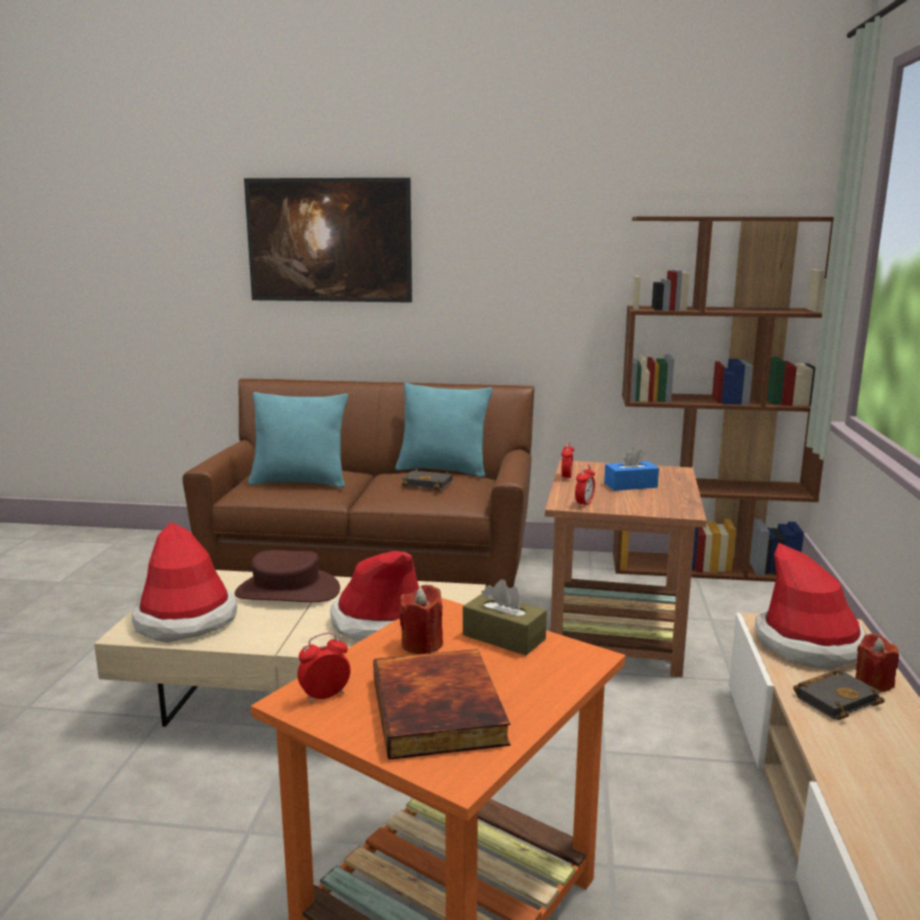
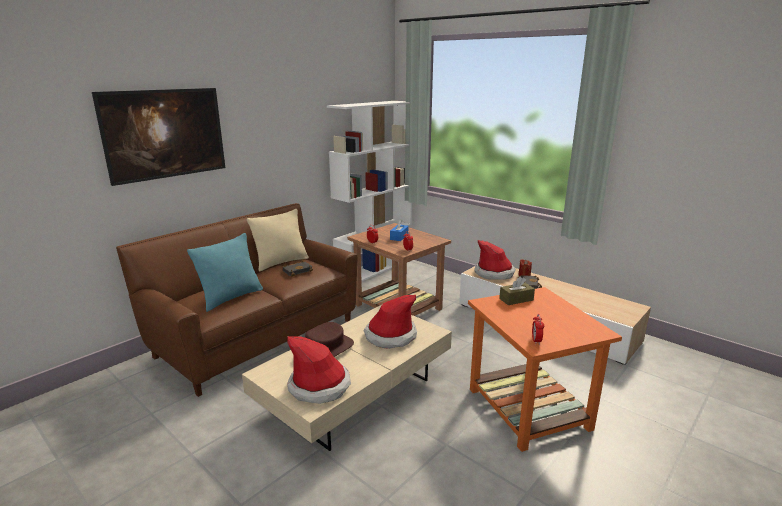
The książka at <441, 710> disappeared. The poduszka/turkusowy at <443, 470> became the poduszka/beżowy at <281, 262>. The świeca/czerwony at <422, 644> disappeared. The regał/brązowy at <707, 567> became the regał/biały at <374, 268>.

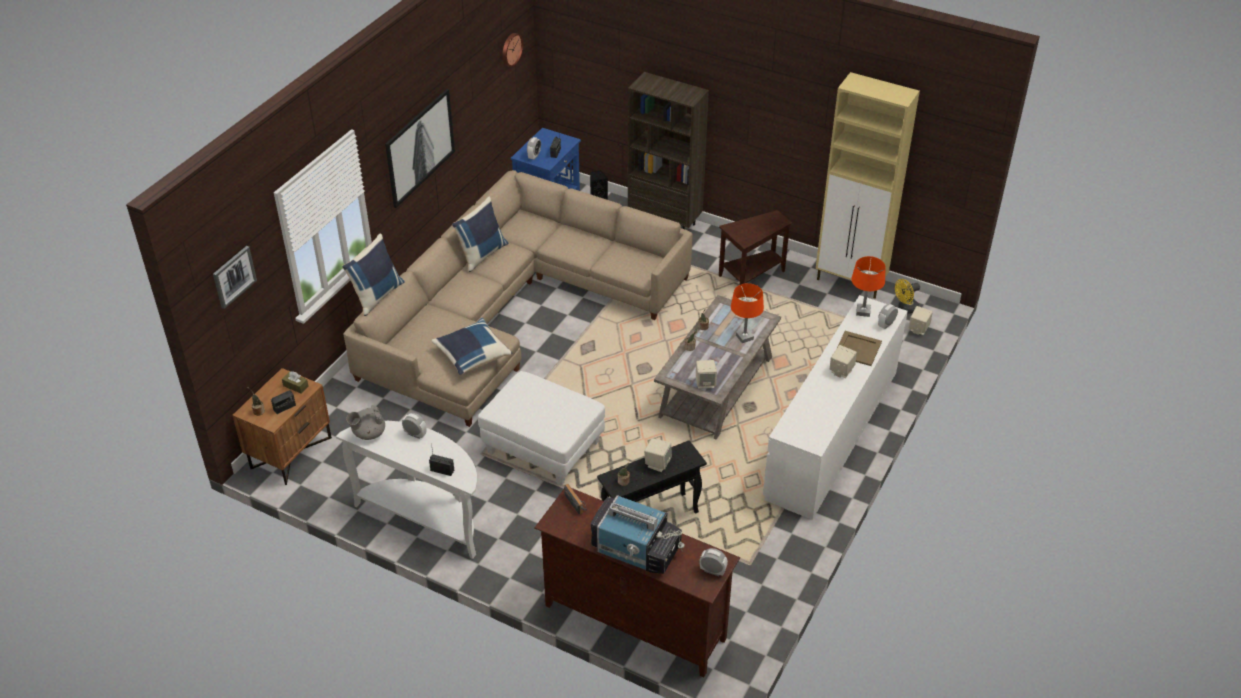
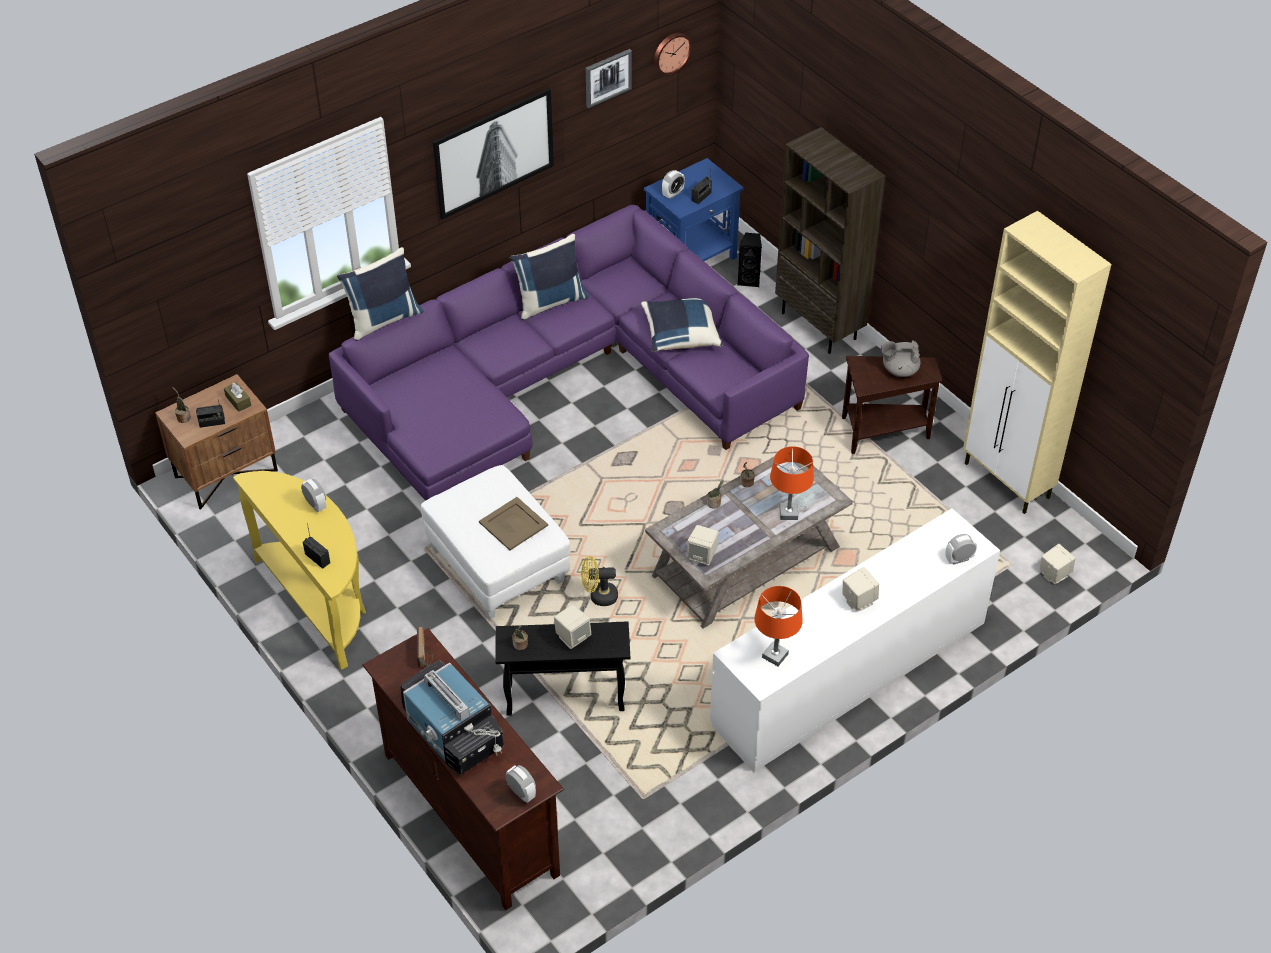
The obraz moved from <234, 276> to <607, 77>. The stolik konsolowy/biały at <425, 518> became the stolik konsolowy/żółty at <319, 602>. The kanapa/beżowy at <511, 309> became the kanapa/fioletowy at <566, 380>. The imbryk/szary moved from <368, 433> to <899, 370>. The poduszka/niebieski moved from <472, 356> to <681, 334>. The taca/beżowy moved from <857, 349> to <512, 524>. The lampa stołowa/pomarańczowy moved from <863, 311> to <774, 655>. The wentylator/żółty moved from <905, 308> to <599, 596>.

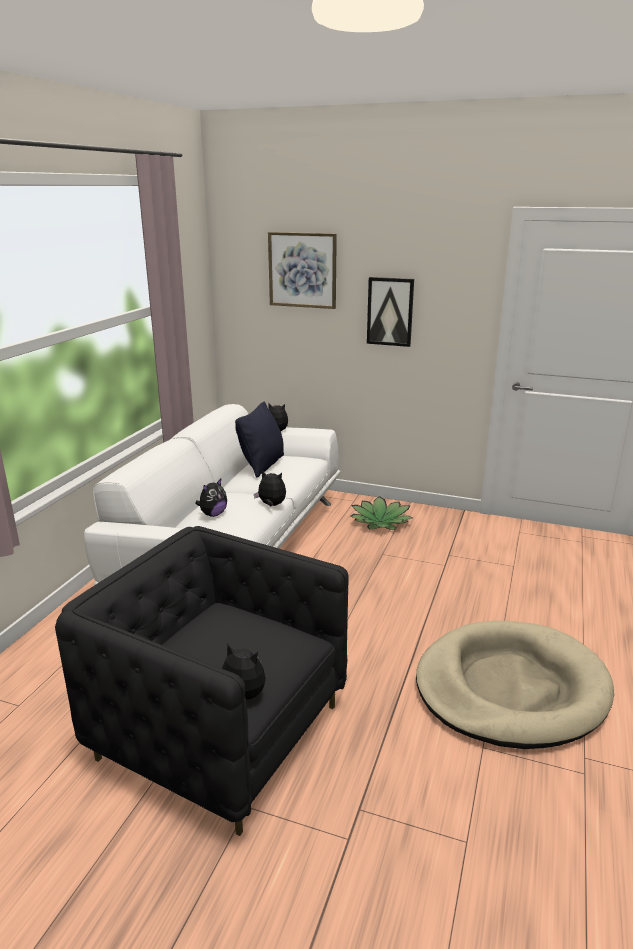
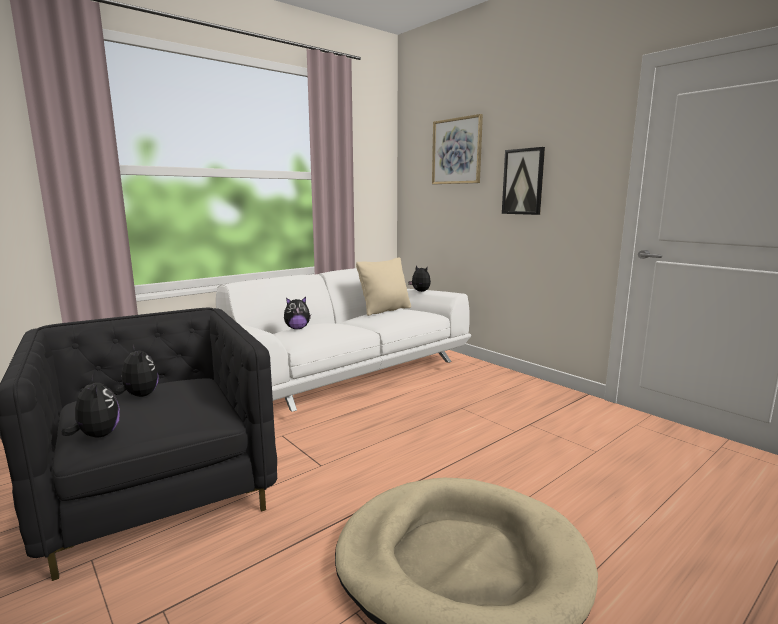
The poduszka/czarny at <262, 465> became the poduszka/beżowy at <385, 310>. The pluszak moved from <271, 505> to <139, 396>. The roślina doniczkowa at <381, 521> disappeared.

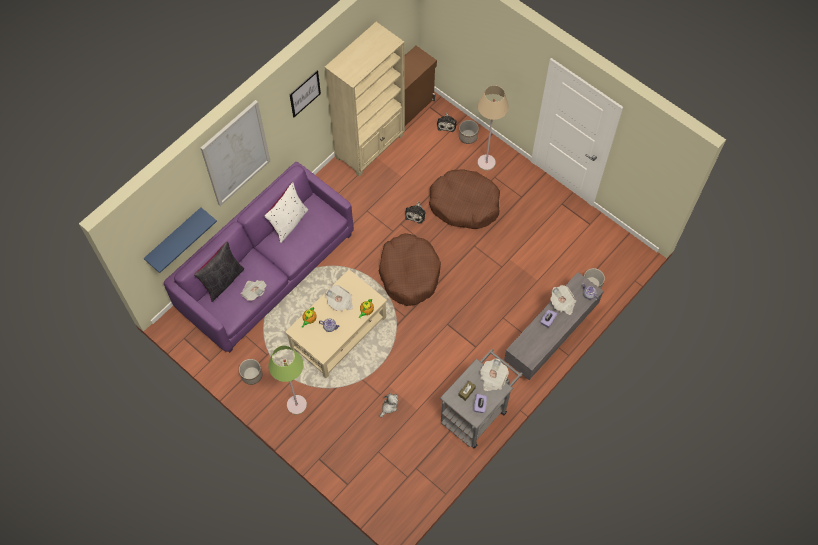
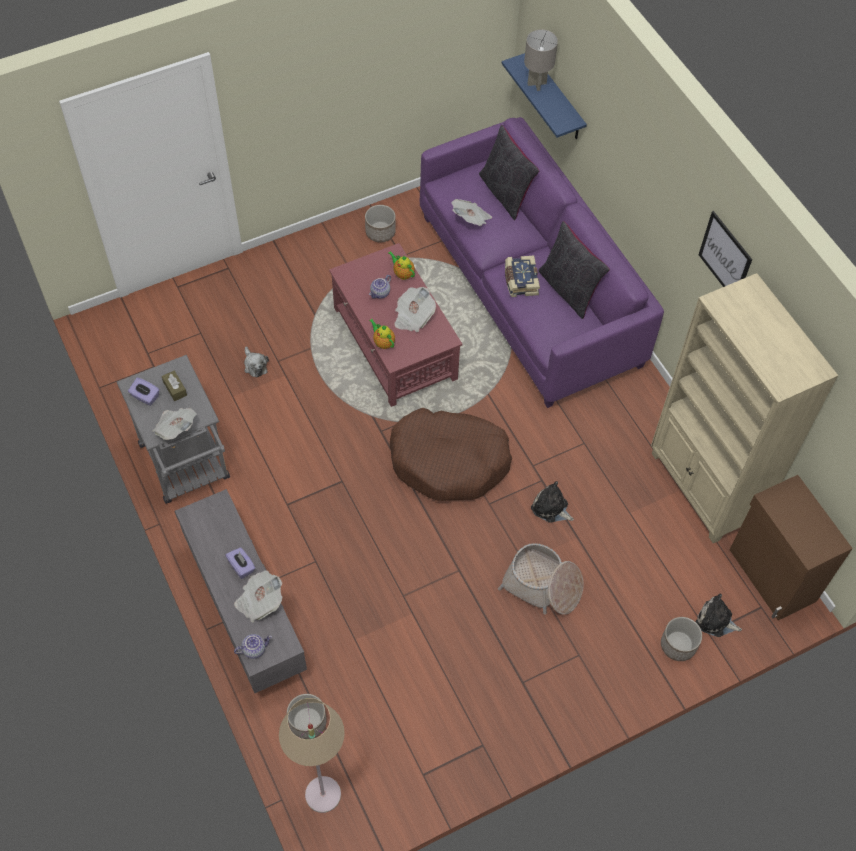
The obraz at <236, 153> disappeared. The poduszka/biały at <288, 222> became the poduszka/czarny at <569, 289>. The lampa stojąca/zielony at <296, 405> disappeared. The ława/beżowy at <339, 332> became the ława/czerwony at <394, 344>. The legowisko/brązowy at <464, 204> was replaced by the koszyk at <542, 586>. The lampa stojąca/beżowy moved from <486, 162> to <323, 794>. The książka at <520, 281> appeared. The lampa stołowa/szary at <536, 83> appeared.

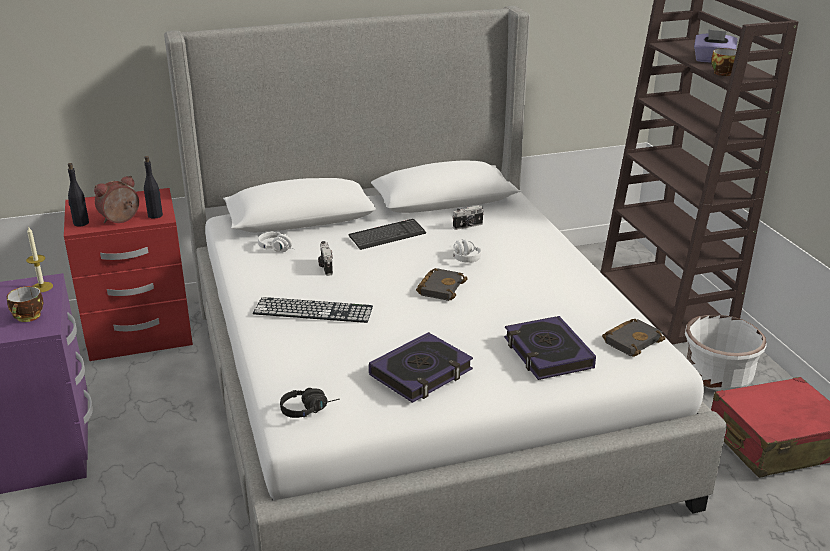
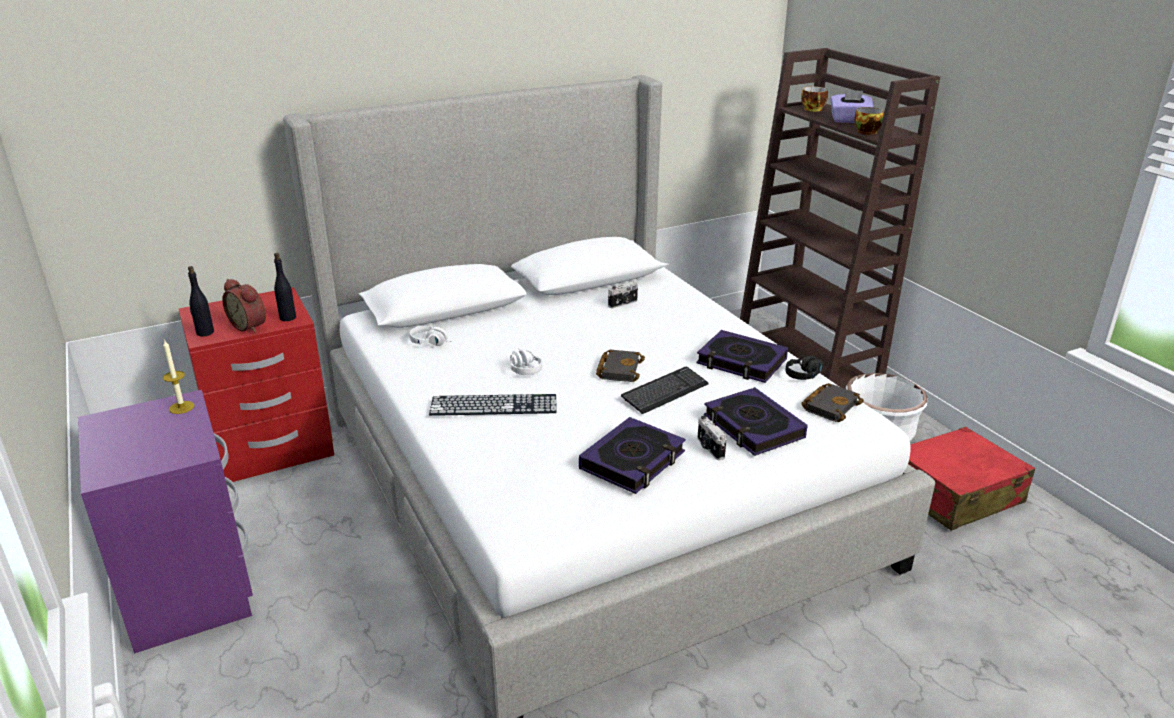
The filiżanka moved from <28, 317> to <814, 110>. The budzik at <121, 220> turned 90 degrees counterclockwise. The słuchawki/czarny moved from <309, 409> to <807, 374>. The aparat fotograficzny moved from <325, 267> to <709, 448>. The klawiatura moved from <387, 236> to <665, 392>. The słuchawki/biały moved from <464, 256> to <522, 367>. The książka at <741, 362> appeared.

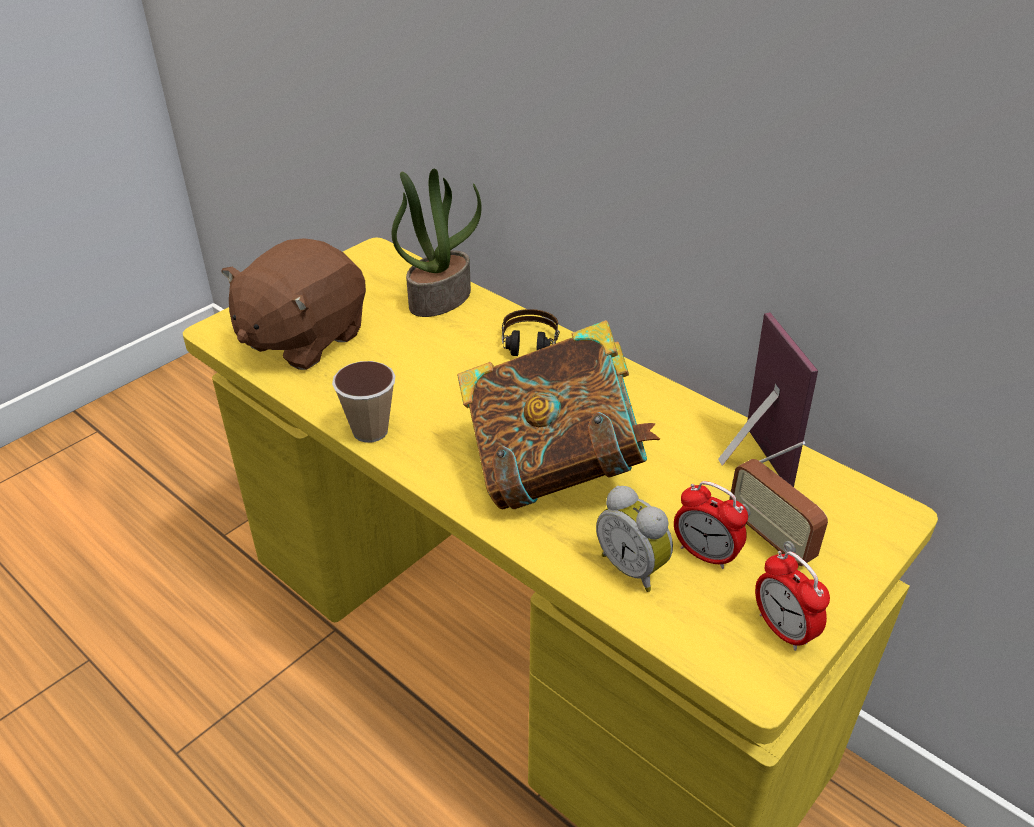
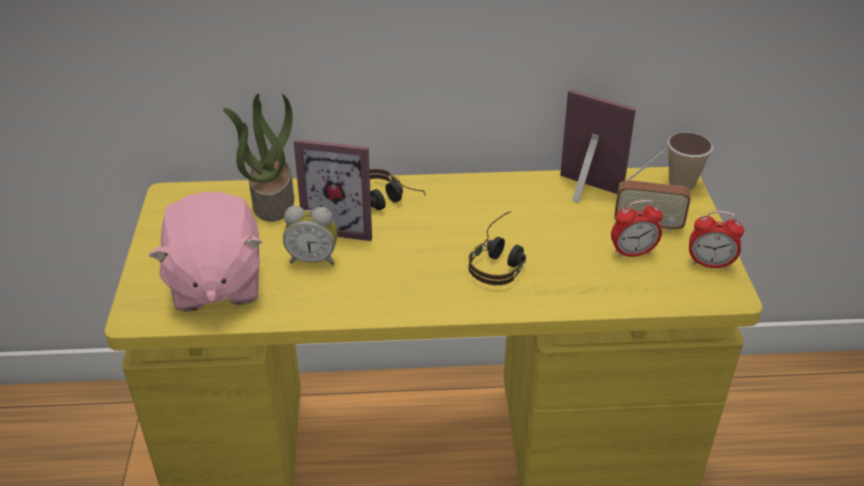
The pluszak/brązowy at <302, 338> became the pluszak/różowy at <215, 283>. The filiżanka moved from <370, 431> to <682, 183>. The książka at <554, 469> was replaced by the słuchawki at <501, 260>. The budzik moved from <633, 567> to <313, 259>. The ramka na zdjęcie at <342, 224> appeared.

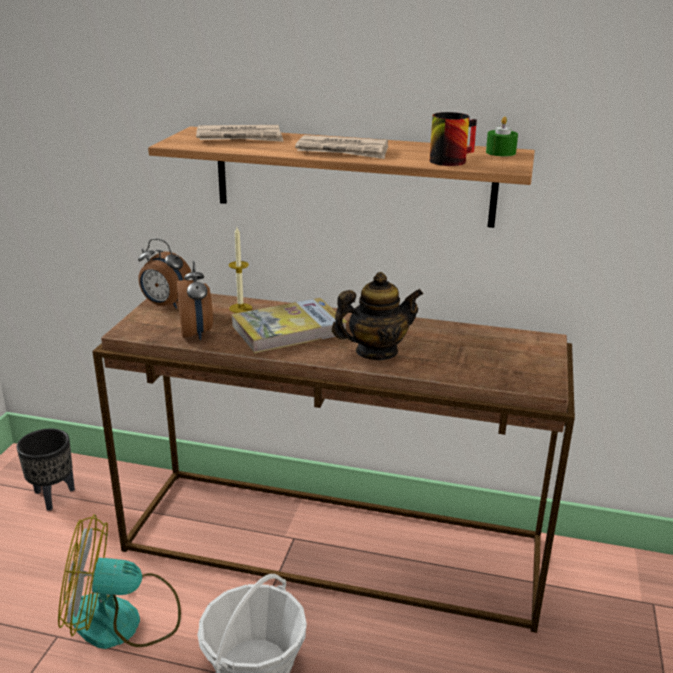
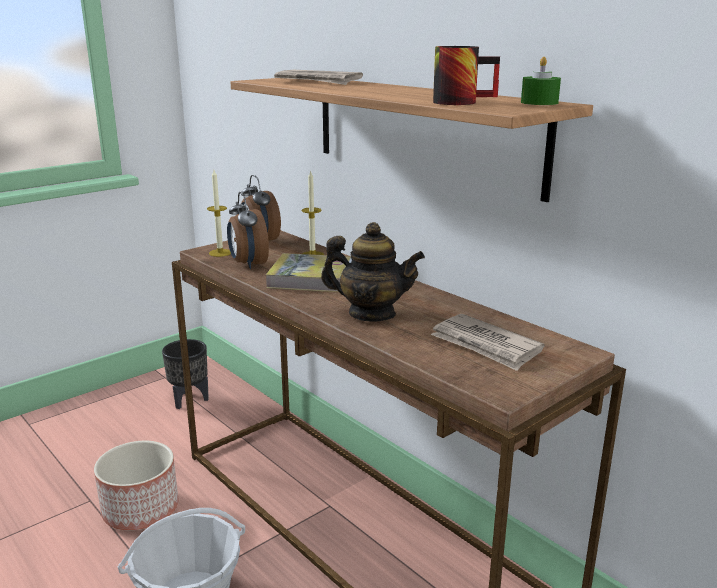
The wentylator at <123, 620> was replaced by the donica at <140, 510>. The budzik at <197, 333> turned 135 degrees clockwise. The gazeta moved from <343, 151> to <485, 345>. The świeca at <220, 253> appeared.

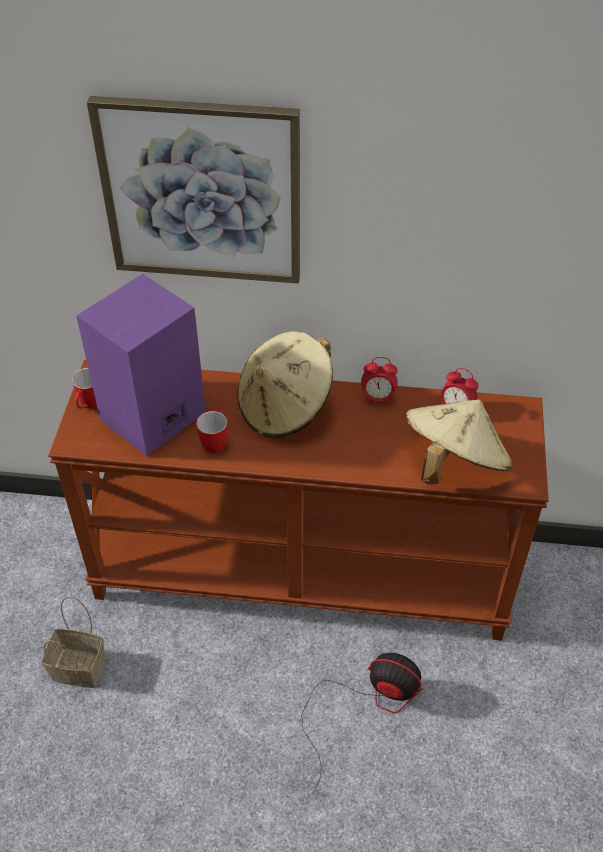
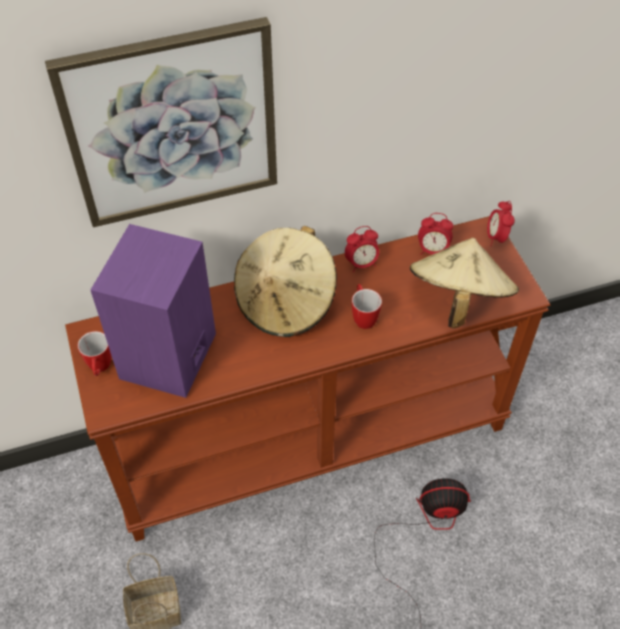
The kubek moved from <215, 441> to <363, 316>. The budzik at <496, 237> appeared.

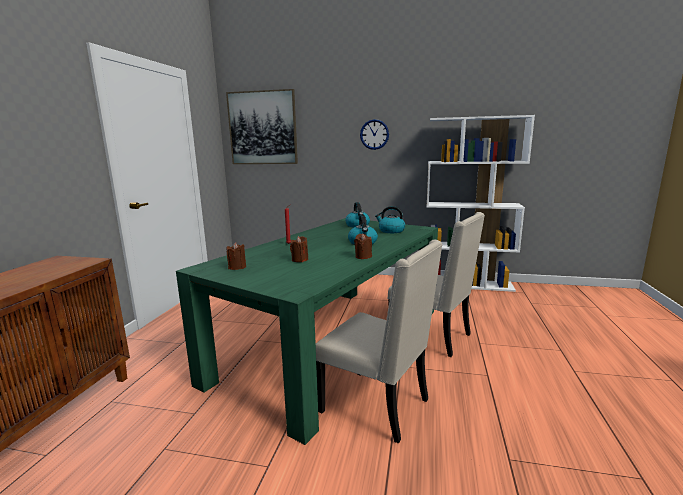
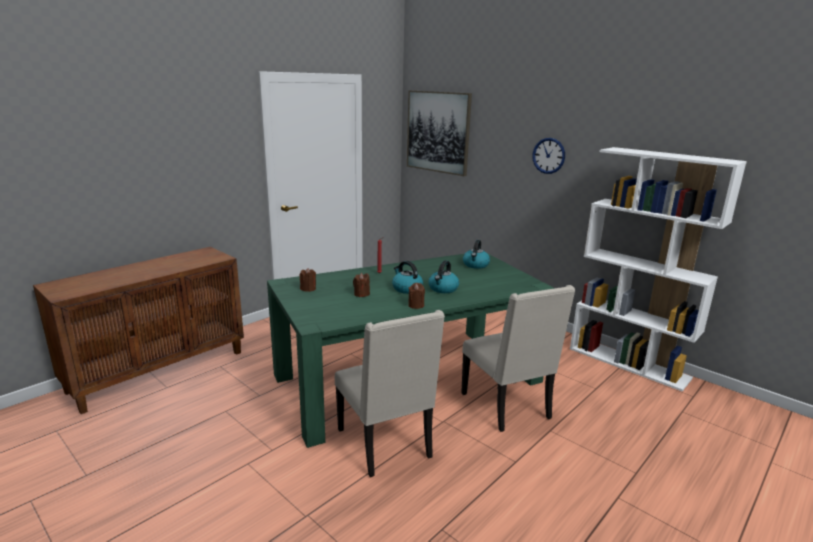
The czajnik moved from <391, 231> to <406, 288>.

